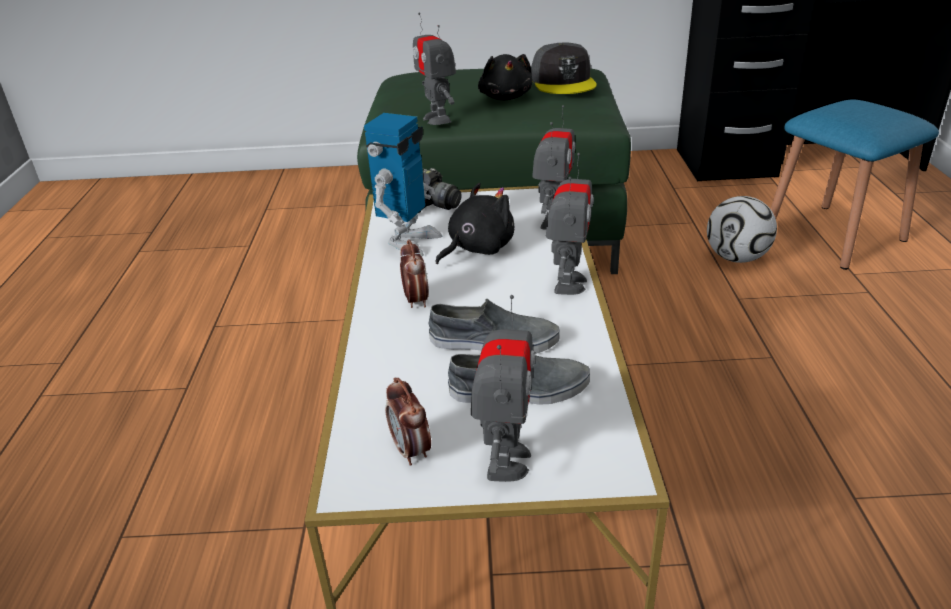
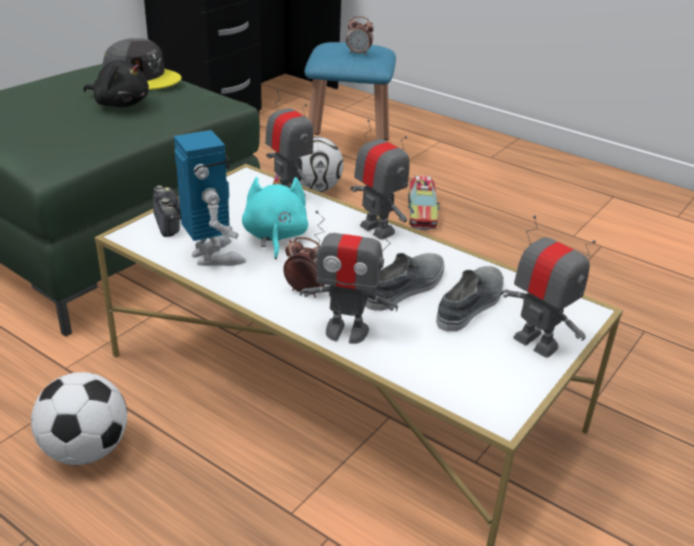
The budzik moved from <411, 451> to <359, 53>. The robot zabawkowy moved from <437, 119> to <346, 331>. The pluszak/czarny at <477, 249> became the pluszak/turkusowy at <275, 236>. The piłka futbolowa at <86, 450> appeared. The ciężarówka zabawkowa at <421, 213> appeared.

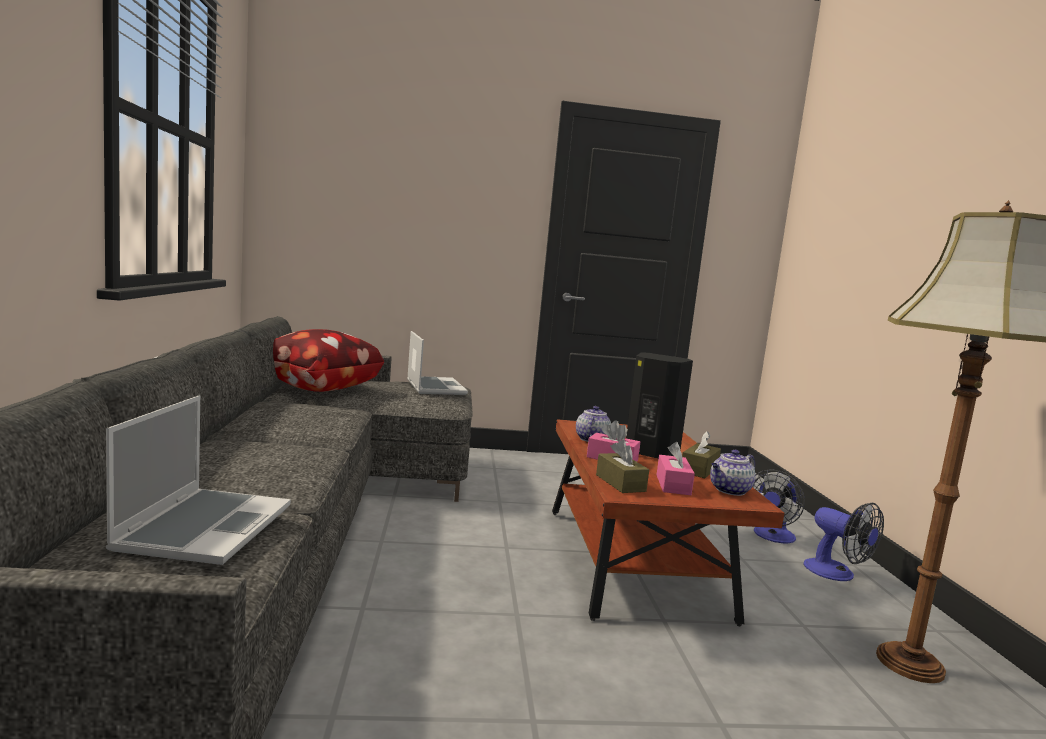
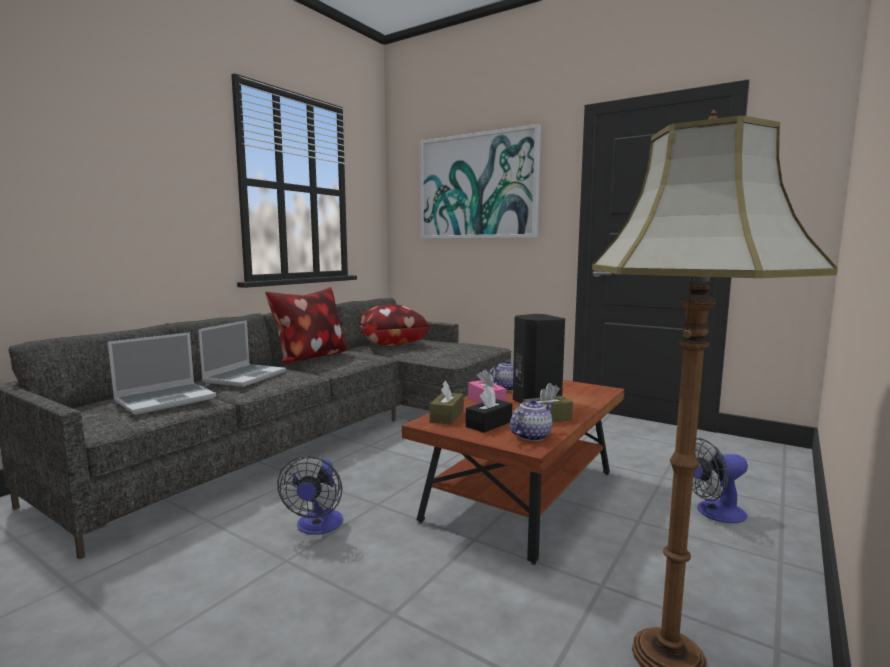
The laptop moved from <434, 387> to <245, 377>. The pudełko chusteczek/różowy at <673, 485> became the pudełko chusteczek/czarny at <489, 424>. The imbryk at <729, 490> turned 135 degrees clockwise. The wentylator moved from <837, 574> to <317, 527>. The poduszka at <310, 358> appeared. The obraz at <477, 186> appeared.

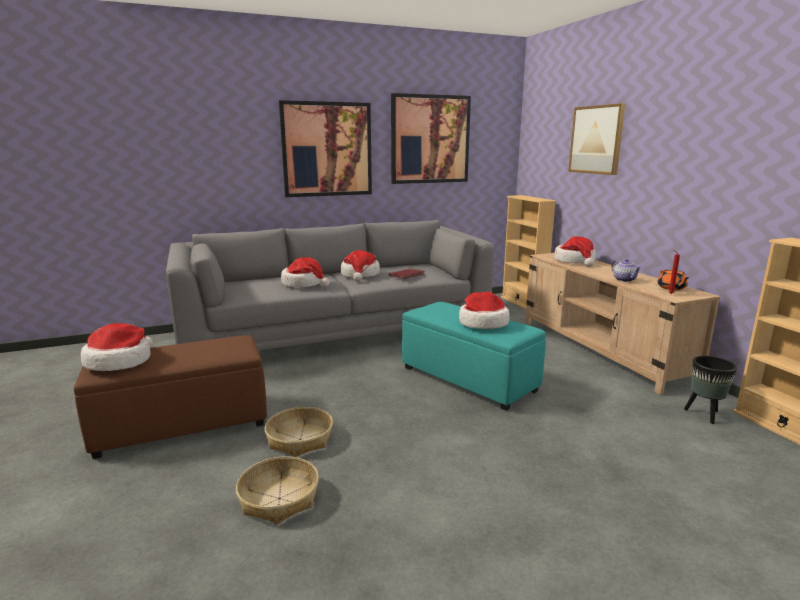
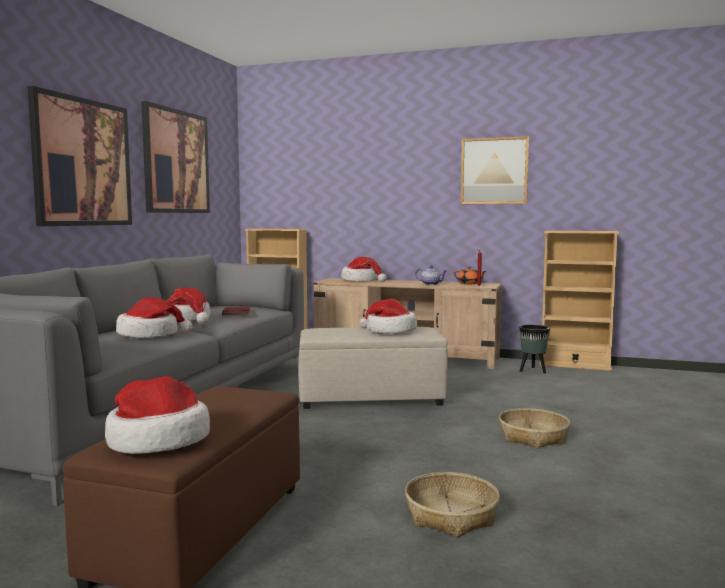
The koszyk moved from <300, 439> to <533, 437>. The pufa/turkusowy at <469, 379> became the pufa/beżowy at <372, 398>. The obraz moved from <596, 140> to <494, 171>.

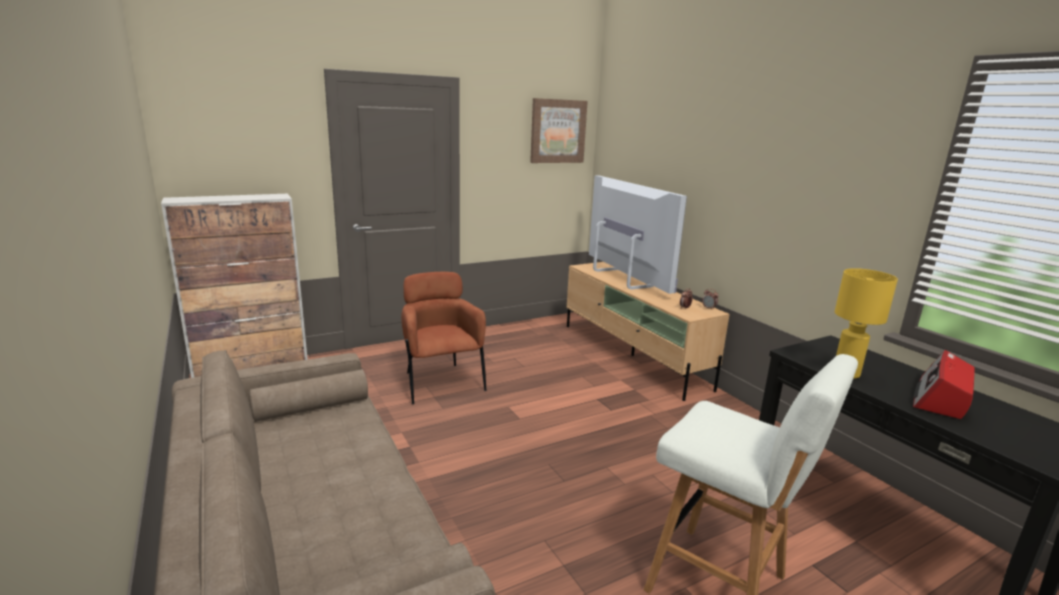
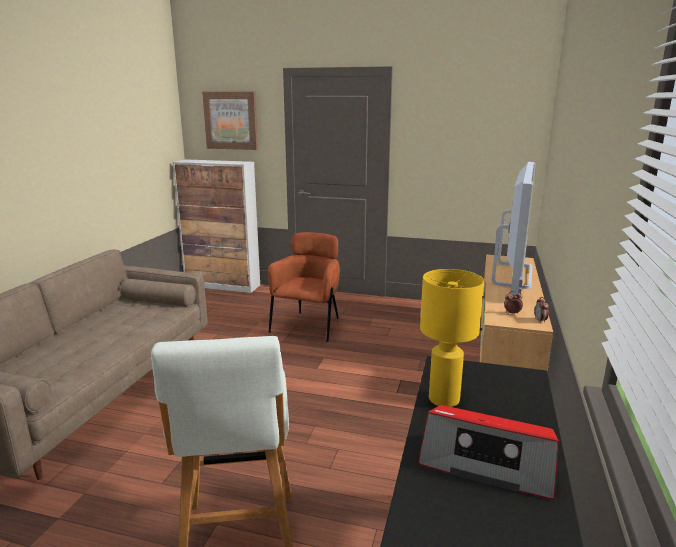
The obraz moved from <557, 131> to <231, 120>. The radio at <941, 398> turned 150 degrees counterclockwise.

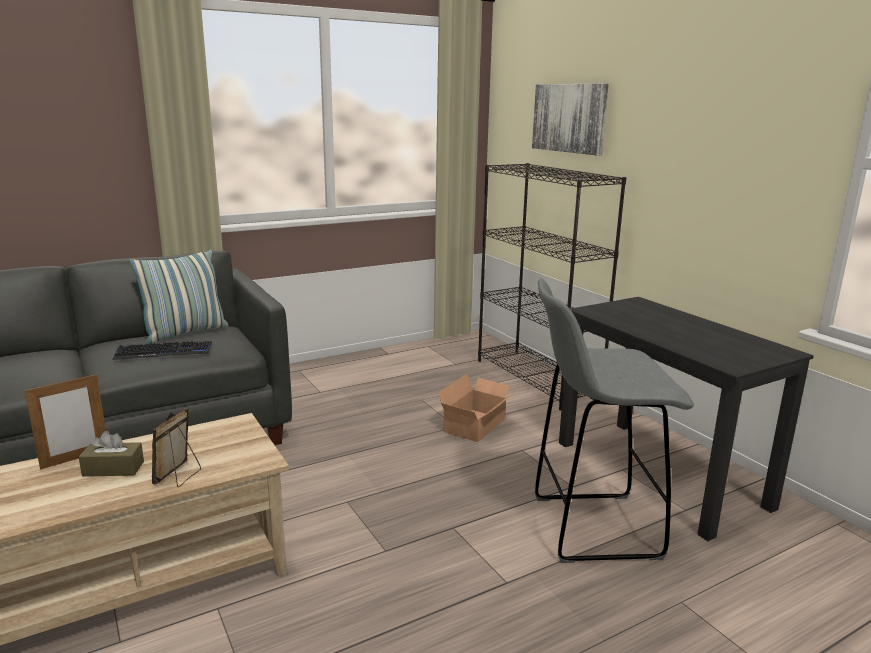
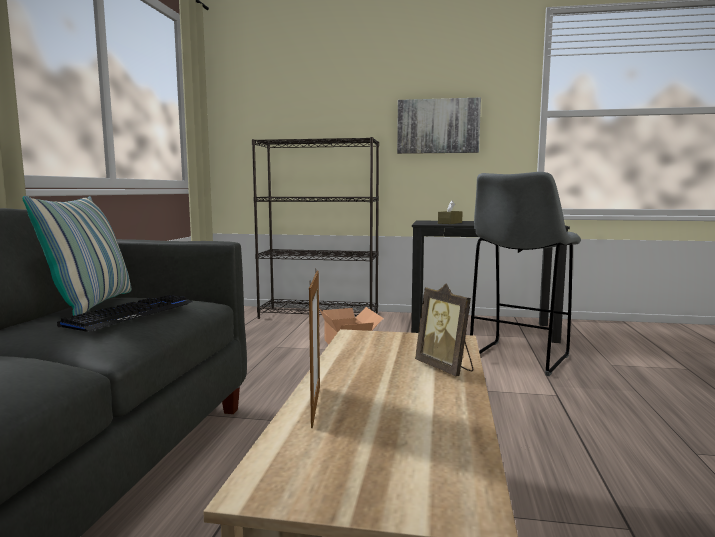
The pudełko chusteczek/brązowy moved from <113, 469> to <450, 223>. The obraz moved from <569, 118> to <438, 126>.

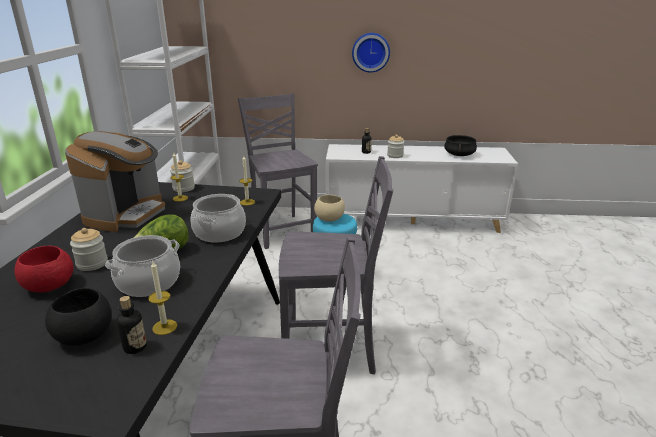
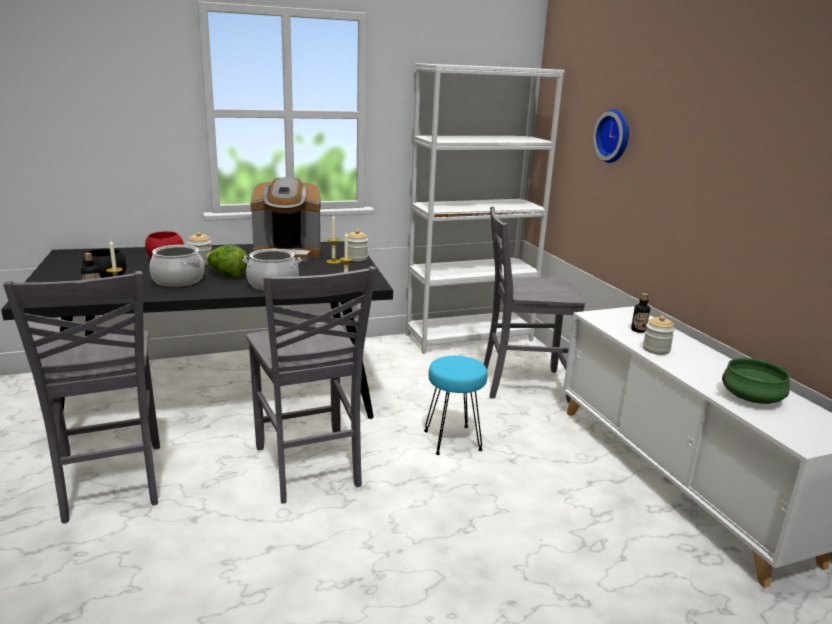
The krzesło/szary at <282, 230> turned 135 degrees counterclockwise. The miska/beżowy at <330, 219> disappeared. The zegar ścienny moved from <371, 52> to <615, 136>. The garnek/czarny at <459, 154> became the garnek/zielony at <751, 397>.

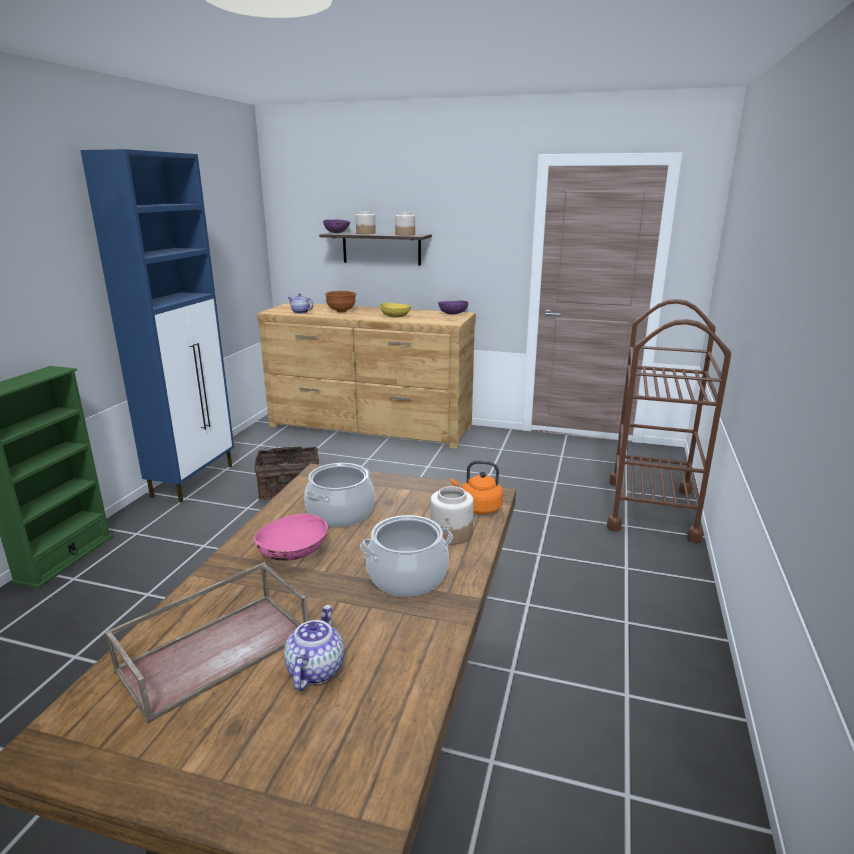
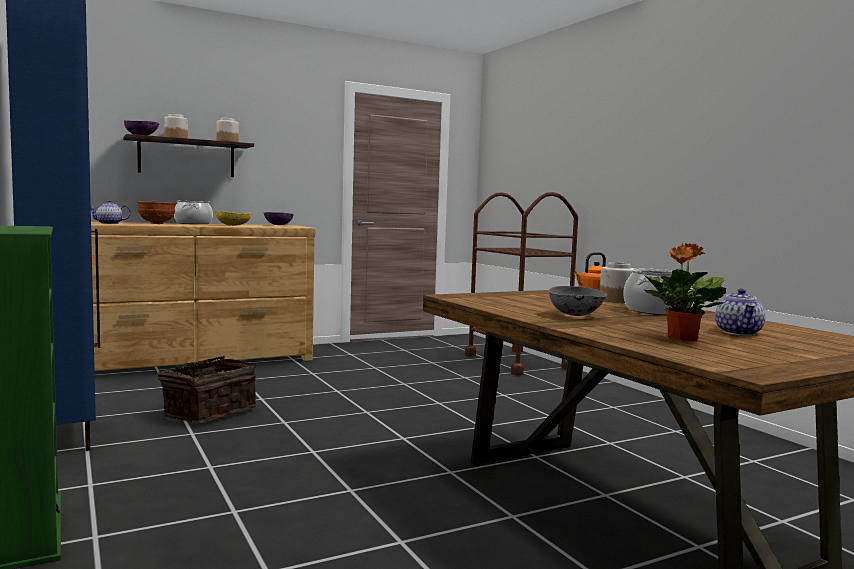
The taca/brązowy at <216, 650> was replaced by the roślina doniczkowa at <681, 338>. The miska/różowy at <293, 555> became the miska/szary at <576, 315>. The imbryk at <315, 669> turned 135 degrees counterclockwise. The garnek moved from <340, 513> to <193, 223>.

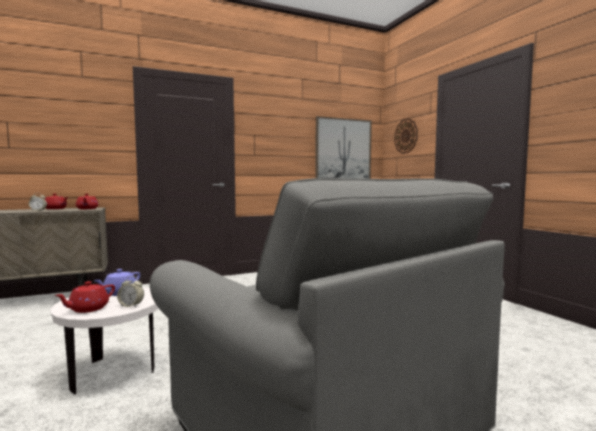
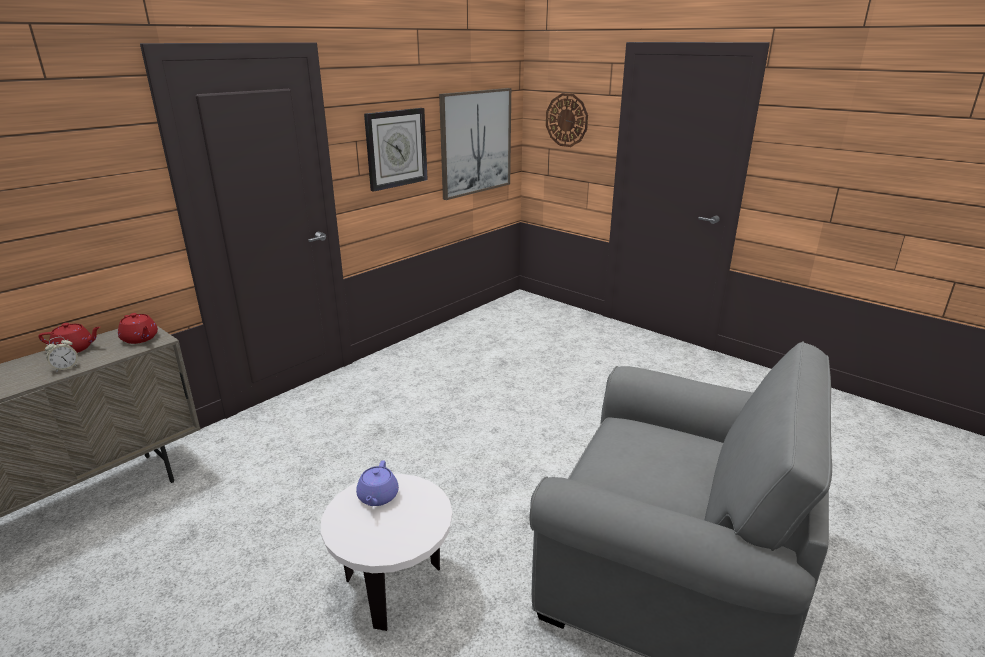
The imbryk/czerwony at <88, 309> disappeared. The budzik at <131, 306> disappeared. The zegar ścienny at <396, 148> appeared.

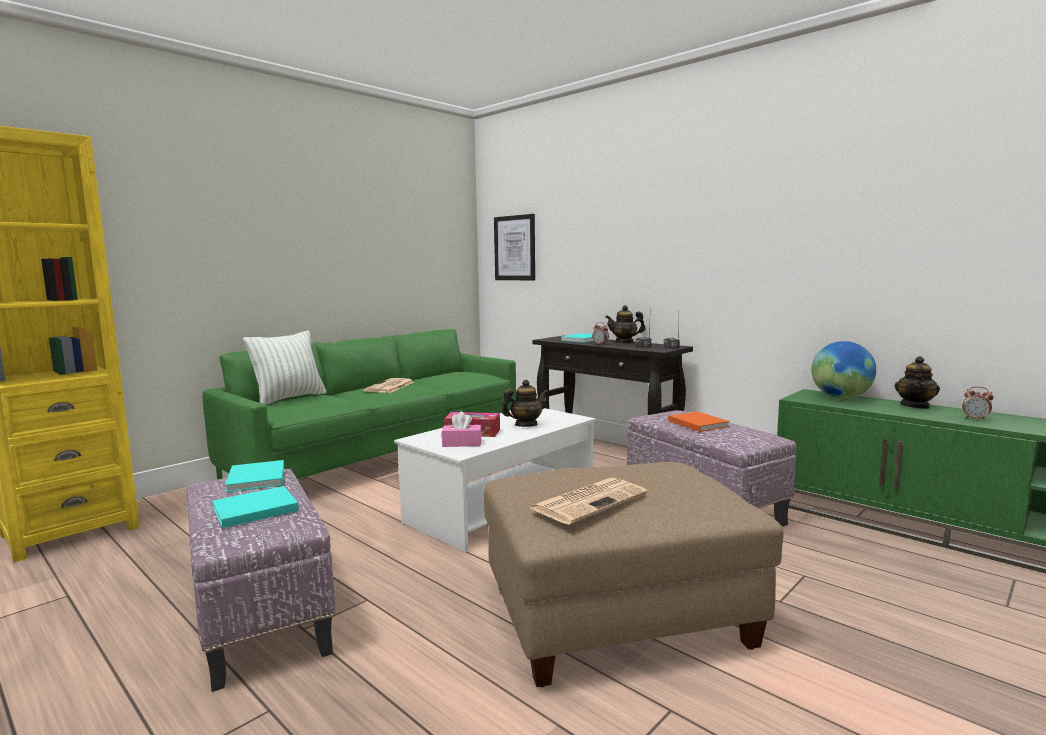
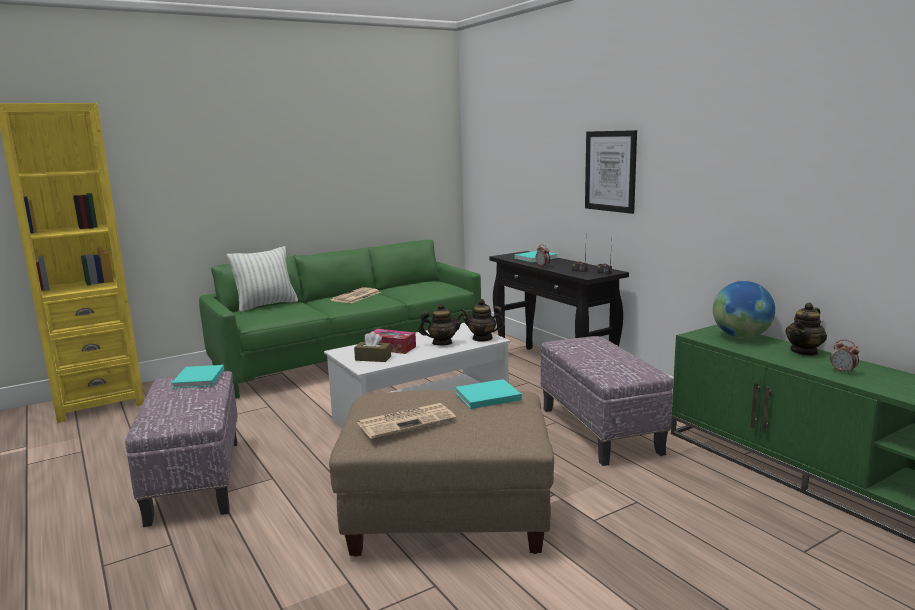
The książka/turkusowy moved from <252, 510> to <485, 396>. The pudełko chusteczek/różowy at <462, 443> became the pudełko chusteczek/brązowy at <373, 358>. The obraz moved from <515, 248> to <610, 171>. The imbryk moved from <624, 342> to <482, 338>. The książka/pomarańczowy at <697, 423> disappeared.

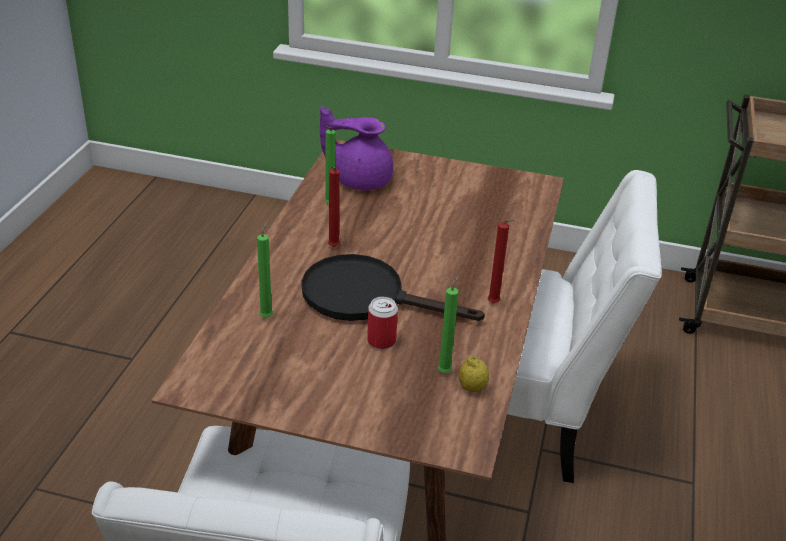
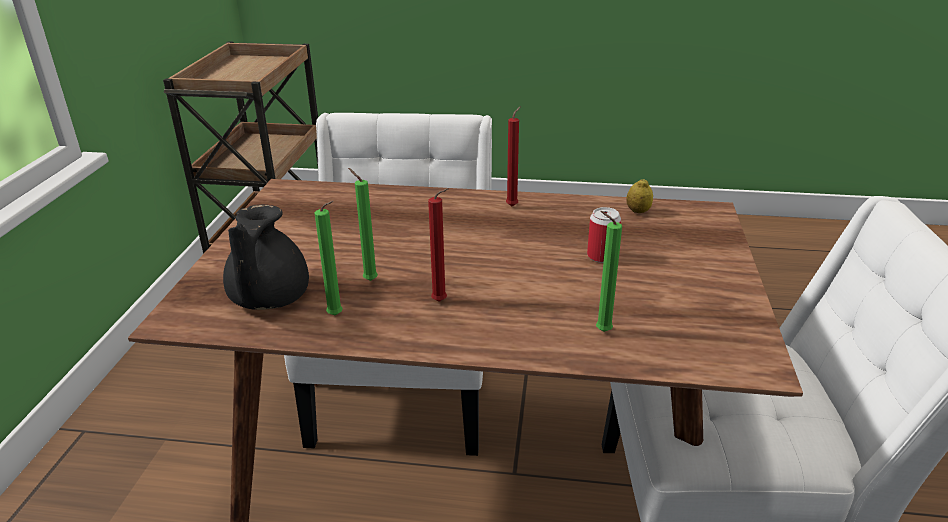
The patelnia/czarny at <367, 296> disappeared. The imbryk/fioletowy at <359, 180> became the imbryk/czarny at <267, 298>. The świeca/zielony moved from <445, 371> to <368, 280>.

